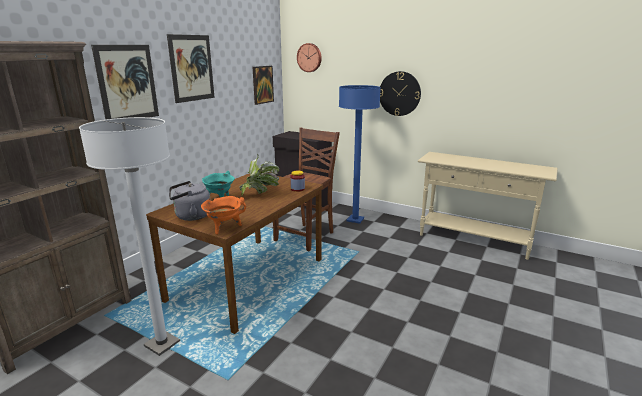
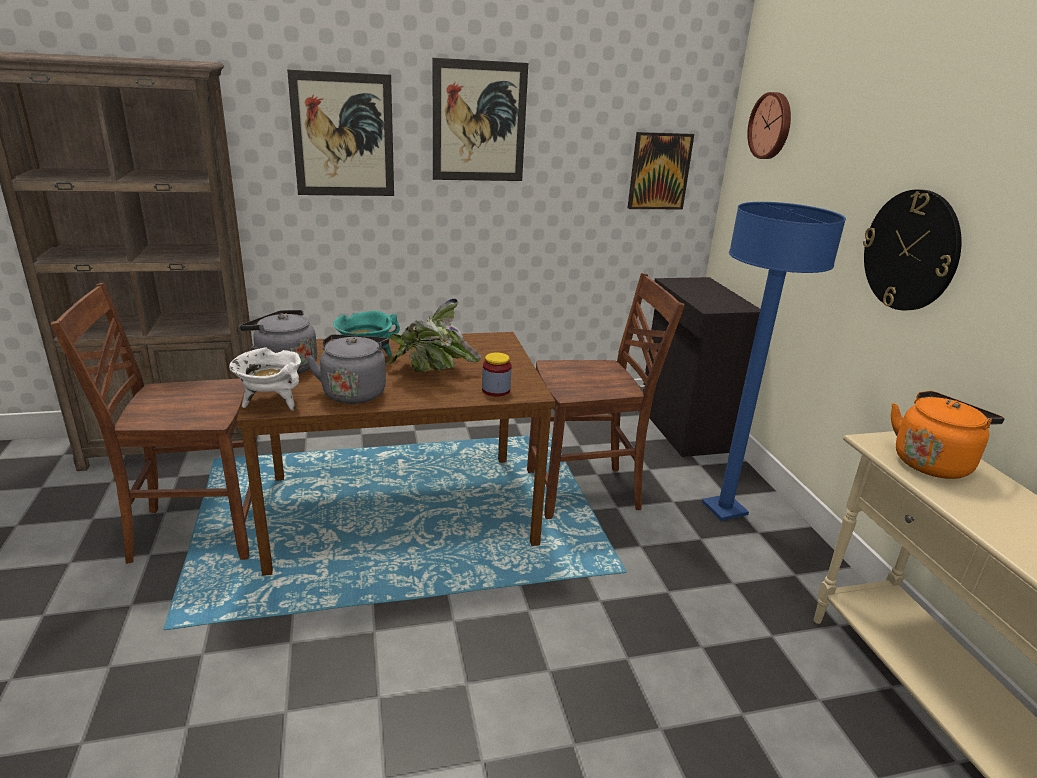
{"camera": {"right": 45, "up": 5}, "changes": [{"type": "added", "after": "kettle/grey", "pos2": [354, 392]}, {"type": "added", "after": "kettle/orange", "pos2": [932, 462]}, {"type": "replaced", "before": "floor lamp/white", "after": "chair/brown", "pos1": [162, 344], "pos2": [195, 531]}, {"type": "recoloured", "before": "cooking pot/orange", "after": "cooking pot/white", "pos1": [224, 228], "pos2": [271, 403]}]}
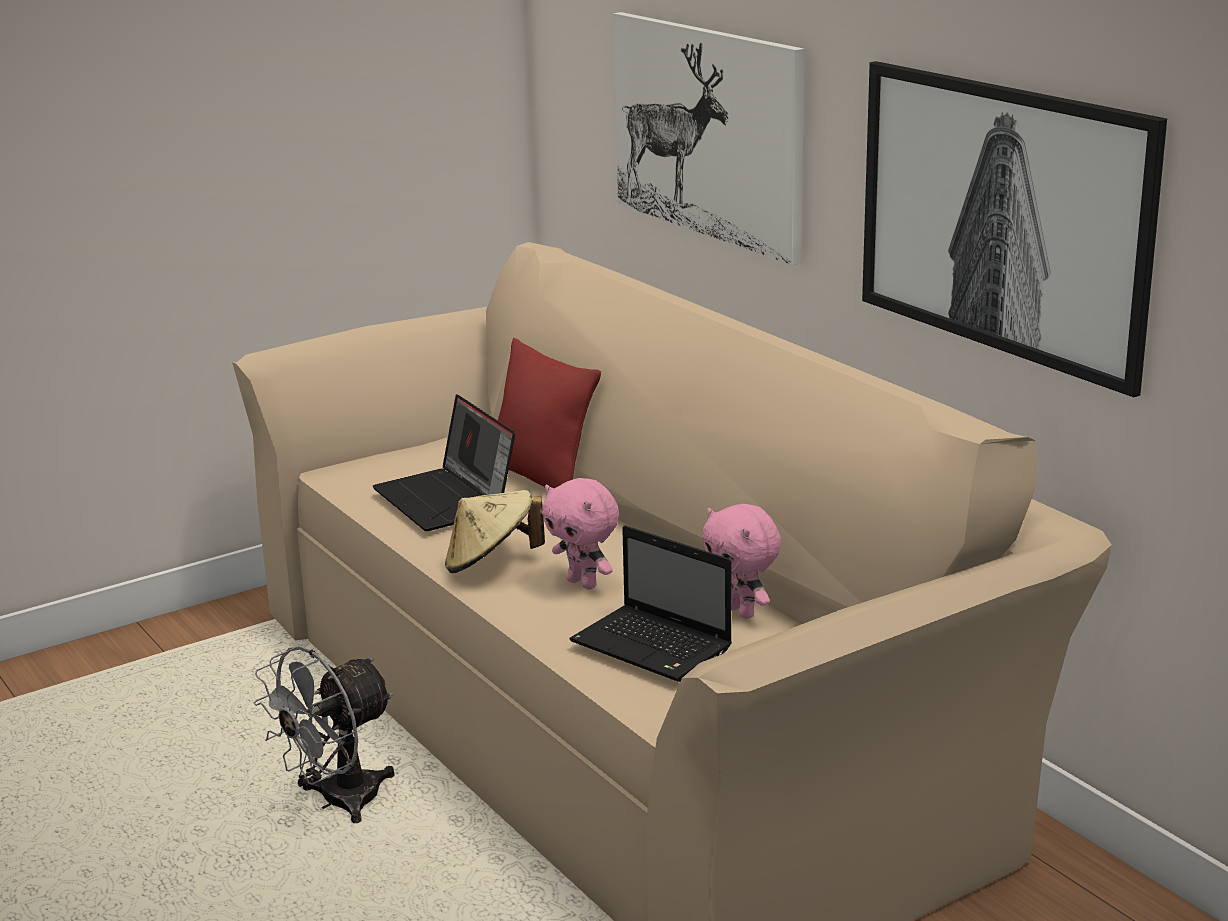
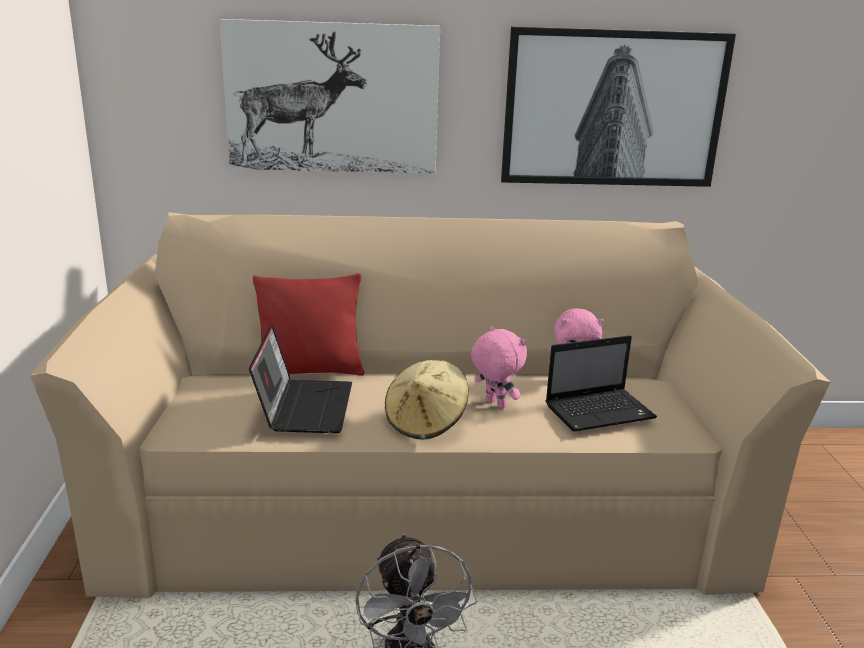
{"camera": {"right": -60, "up": 0}, "changes": [{"type": "turned", "before": "laptop", "pos1": [447, 500], "pos2": [304, 406], "turn": -90}, {"type": "turned", "before": "plush toy/pink", "pos1": [583, 583], "pos2": [494, 404], "turn": -120}]}
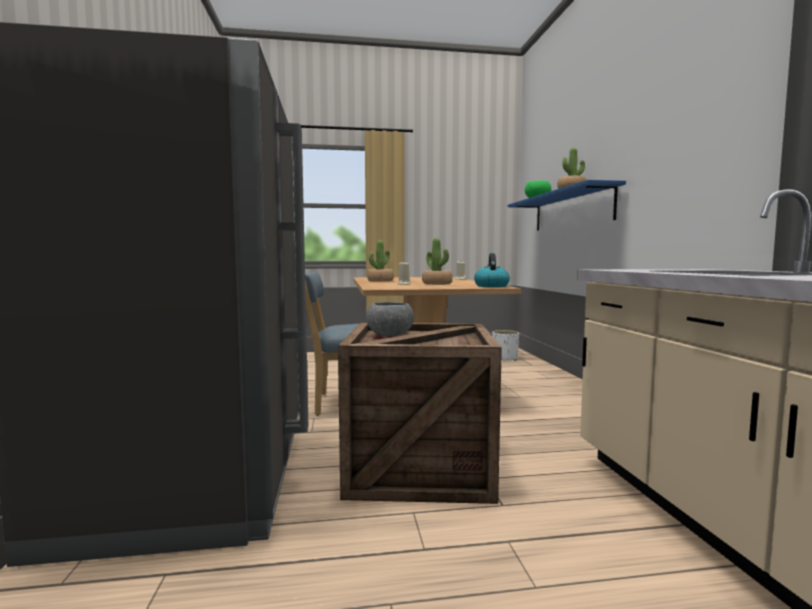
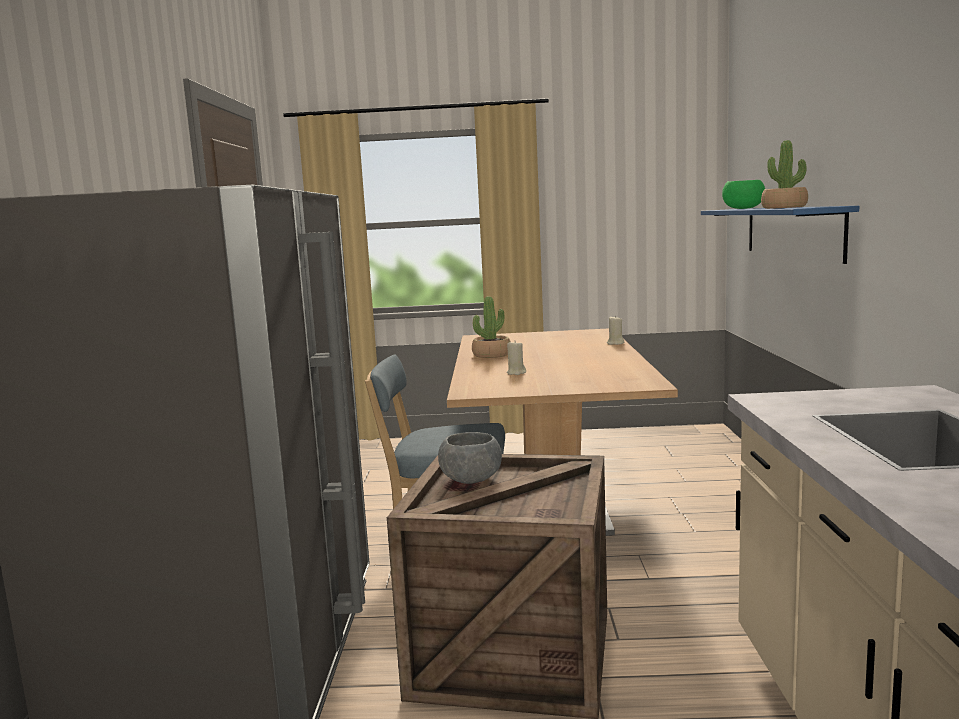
{"camera": {"right": 10, "up": 5}, "changes": [{"type": "removed", "before": "potted plant", "pos1": [437, 284]}, {"type": "removed", "before": "kettle", "pos1": [491, 286]}, {"type": "removed", "before": "planter/white", "pos1": [504, 359]}]}
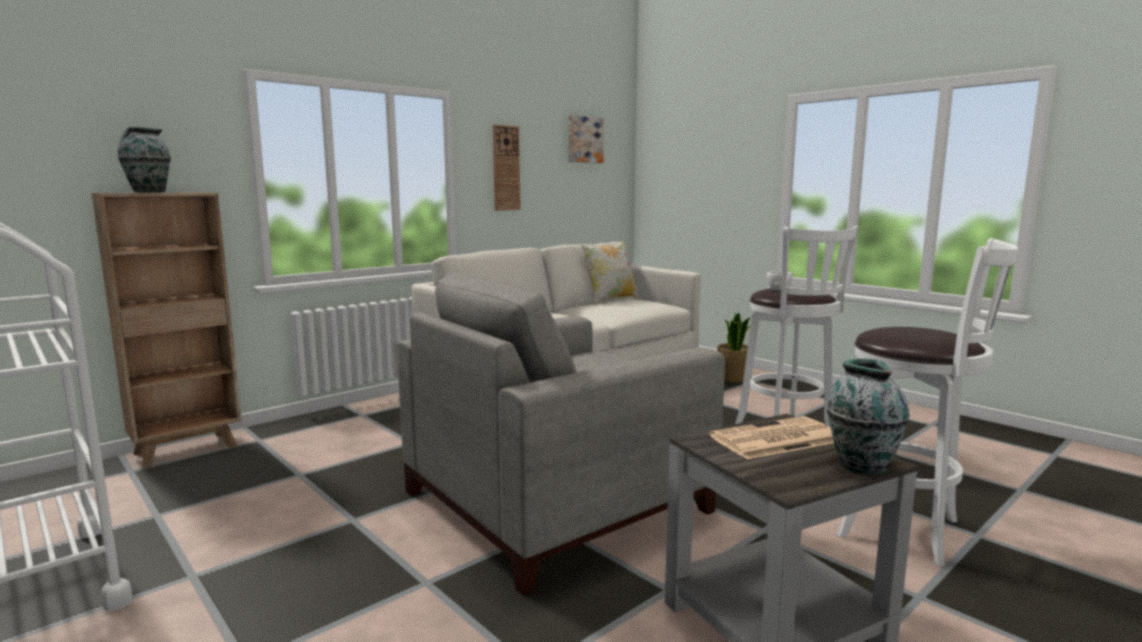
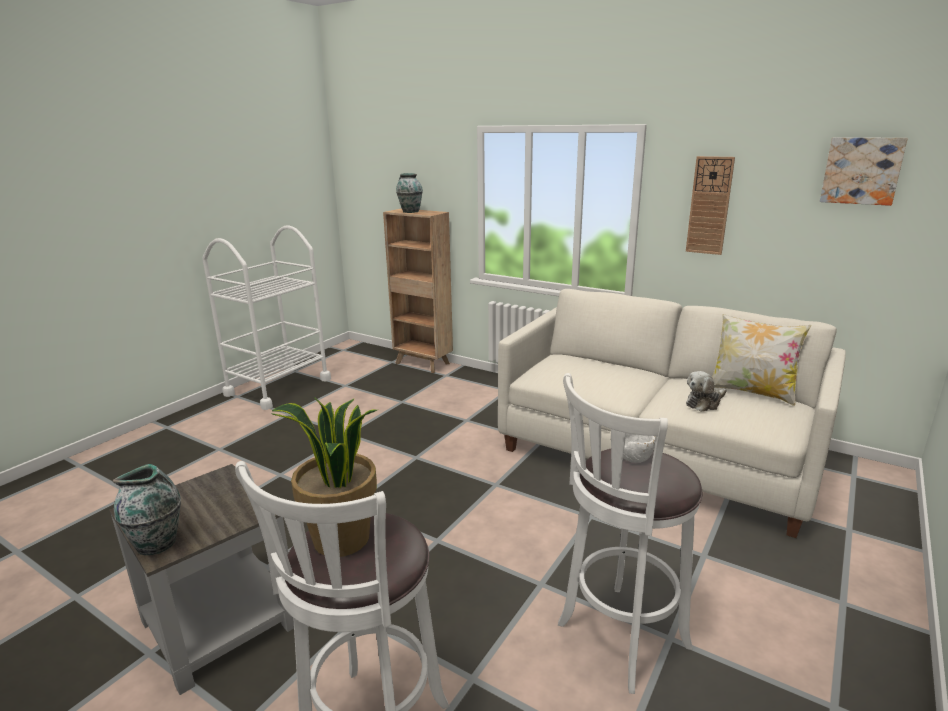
{"camera": {"right": 75, "up": 10}, "changes": [{"type": "removed", "before": "armchair/grey", "pos1": [557, 499]}, {"type": "removed", "before": "newspaper", "pos1": [775, 439]}, {"type": "added", "after": "plush toy", "pos2": [704, 403]}, {"type": "moved", "before": "potted plant", "pos1": [734, 379], "pos2": [341, 540]}]}
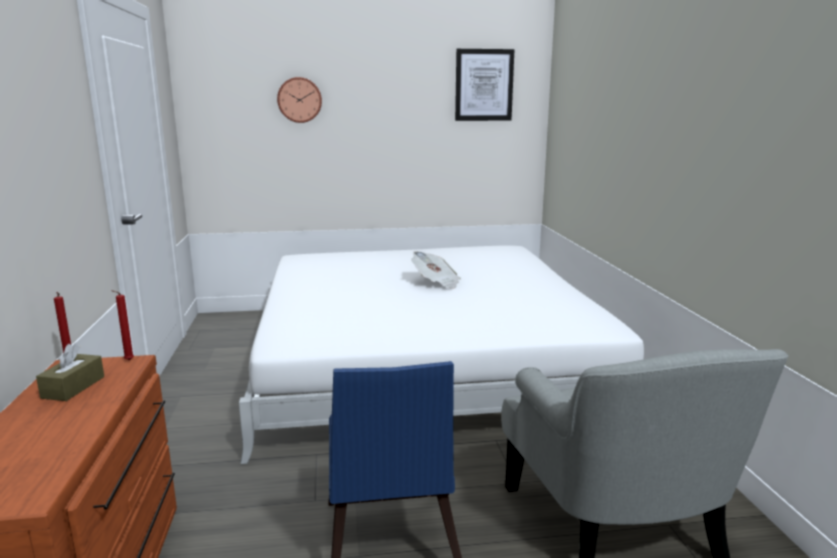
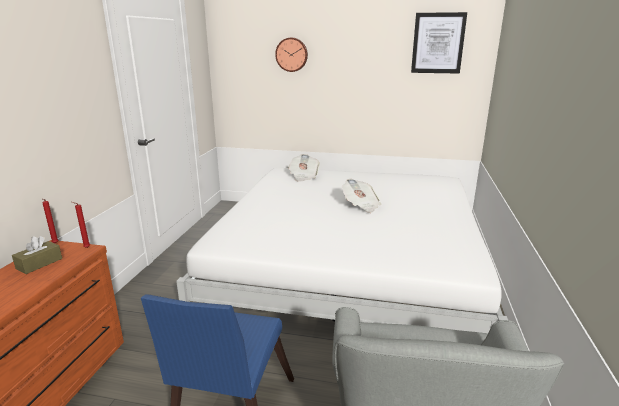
{"camera": {"right": 20, "up": 5}, "changes": [{"type": "added", "after": "newspaper", "pos2": [303, 176]}]}
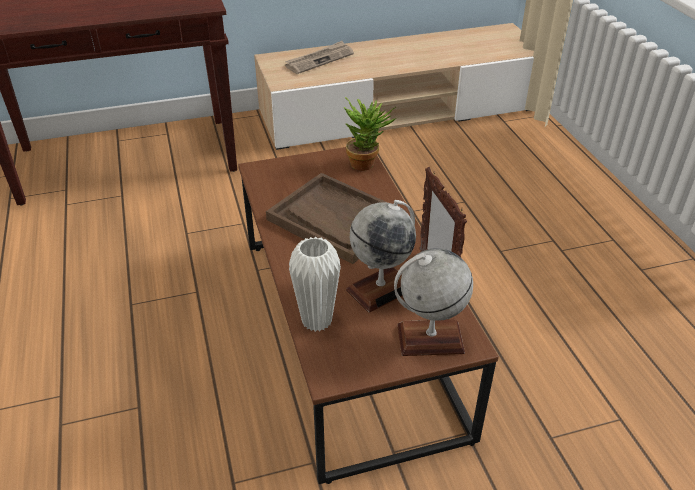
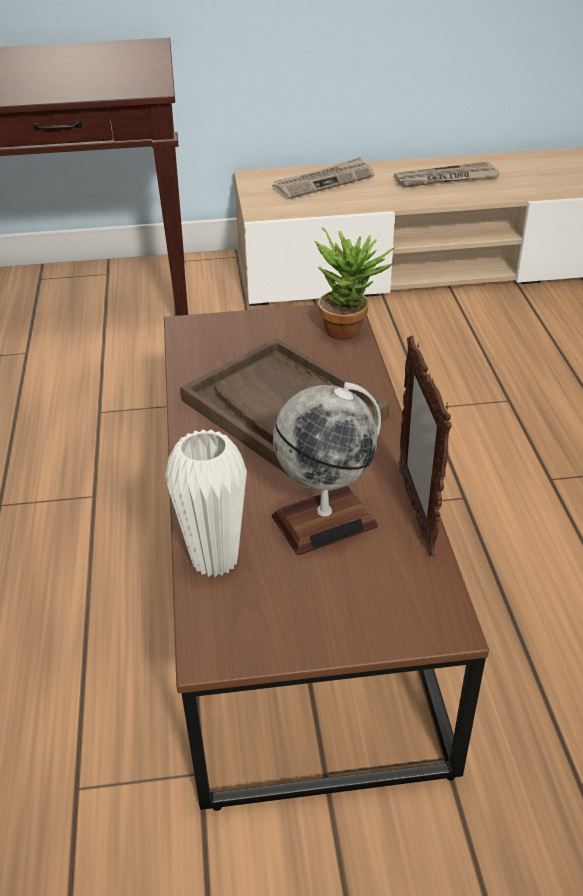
{"camera": {"right": 10, "up": 0}, "changes": [{"type": "removed", "before": "globe", "pos1": [430, 339]}, {"type": "added", "after": "newspaper", "pos2": [445, 179]}]}
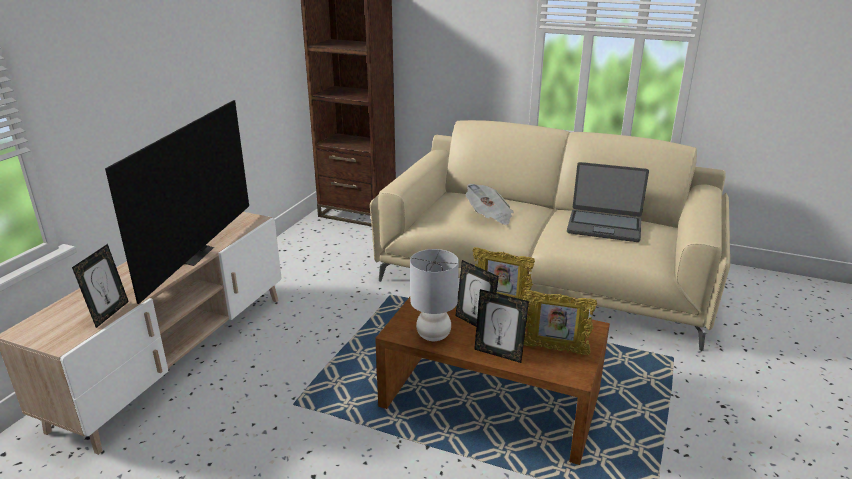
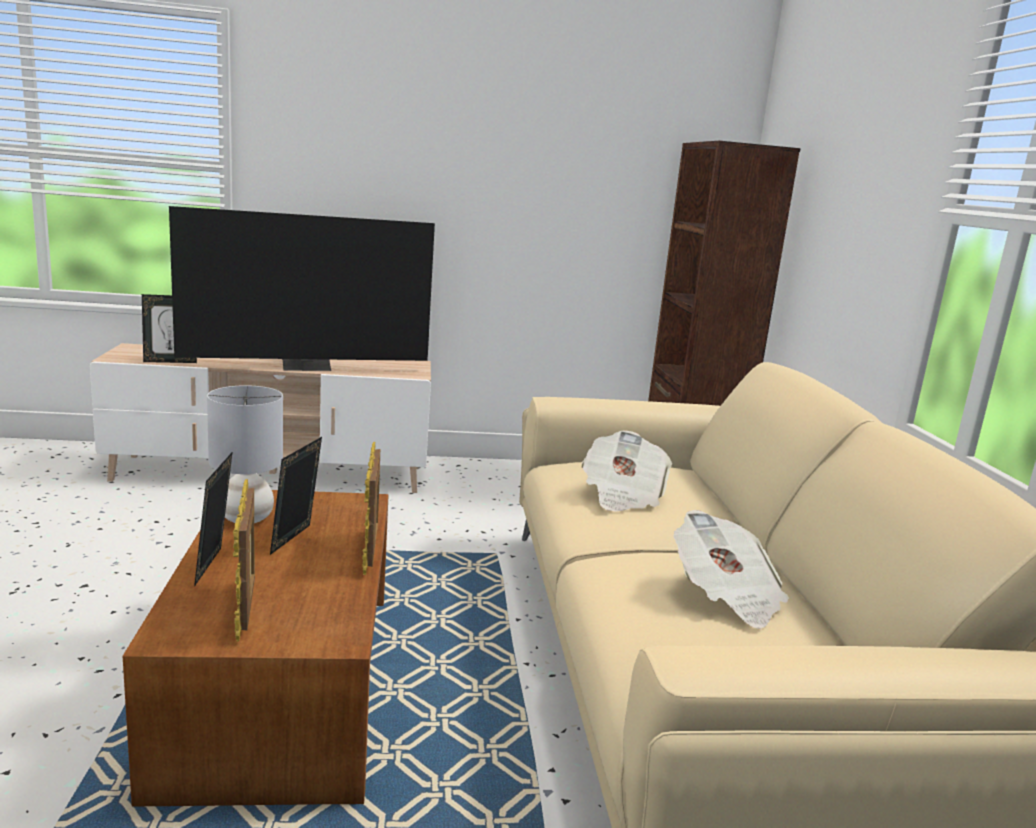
{"camera": {"right": 60, "up": -10}, "changes": [{"type": "replaced", "before": "laptop", "after": "newspaper", "pos1": [604, 226], "pos2": [726, 596]}]}
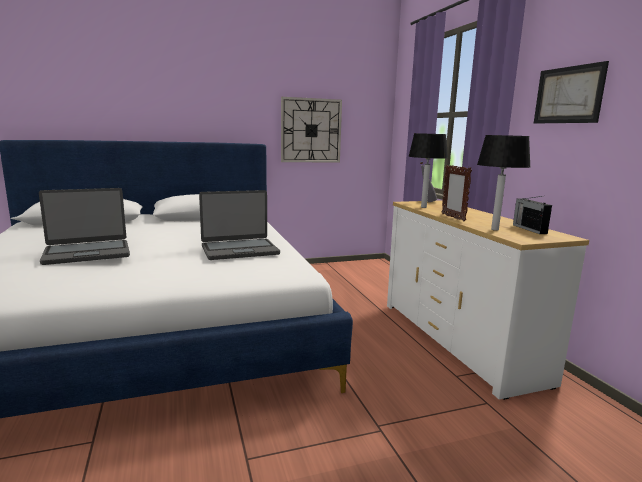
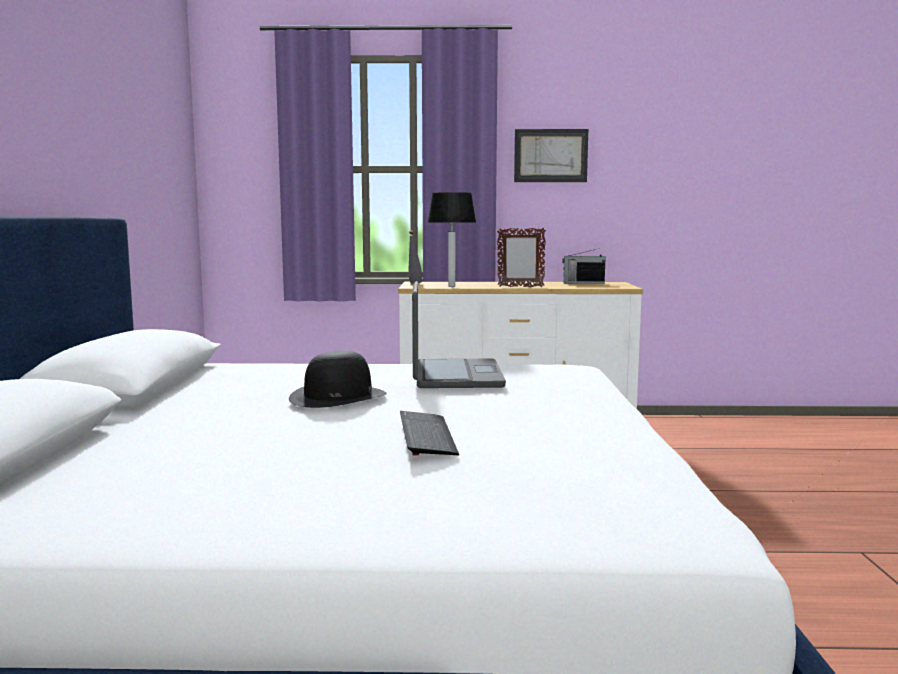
{"camera": {"right": -70, "up": -5}, "changes": [{"type": "removed", "before": "wall clock", "pos1": [311, 130]}, {"type": "removed", "before": "table lamp", "pos1": [494, 229]}, {"type": "added", "after": "hat/black", "pos2": [338, 396]}, {"type": "replaced", "before": "laptop", "after": "keyboard", "pos1": [87, 253], "pos2": [427, 435]}]}
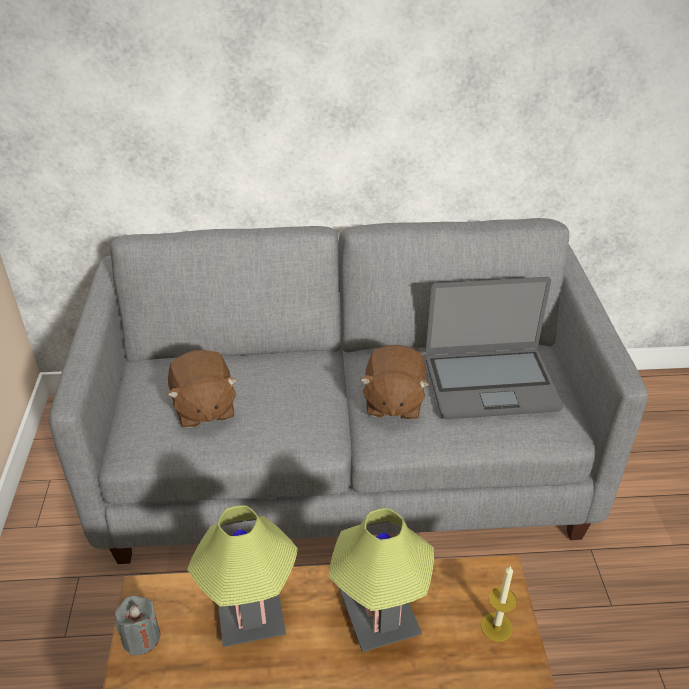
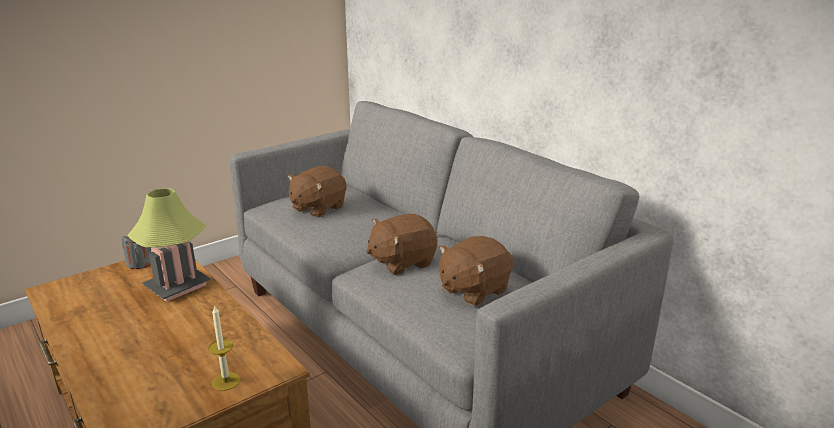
{"camera": {"right": 55, "up": -15}, "changes": [{"type": "removed", "before": "table lamp", "pos1": [379, 615]}, {"type": "replaced", "before": "laptop", "after": "plush toy/brown", "pos1": [490, 383], "pos2": [473, 290]}]}
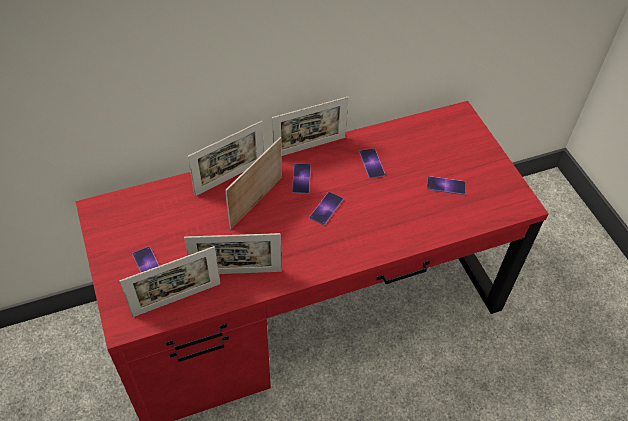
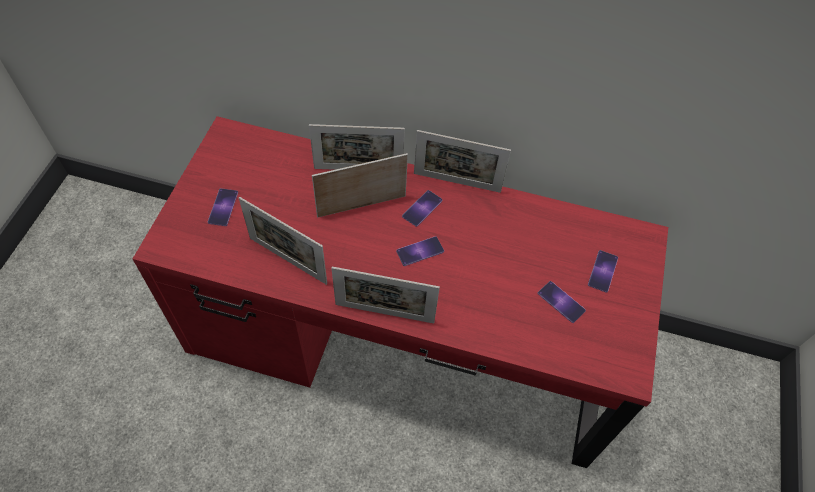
{"camera": {"right": 35, "up": 5}, "changes": [{"type": "moved", "before": "picture frame", "pos1": [177, 299], "pos2": [384, 313]}, {"type": "moved", "before": "phone", "pos1": [371, 163], "pos2": [603, 271]}]}
